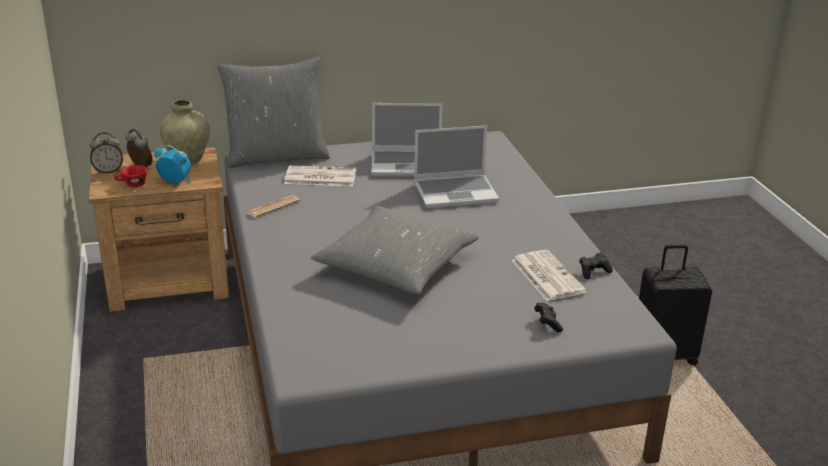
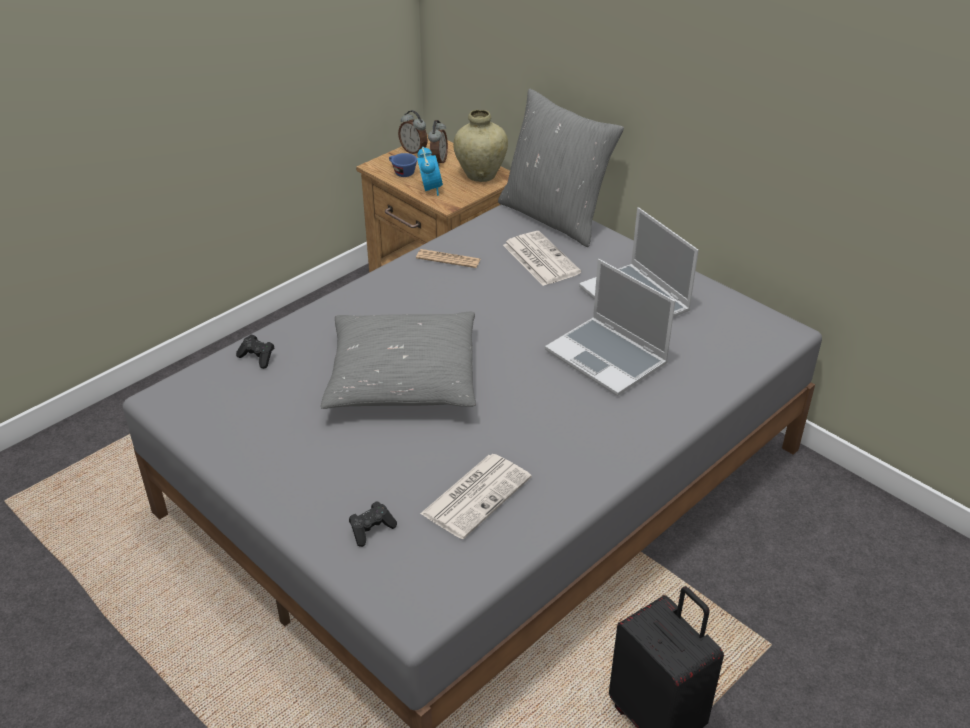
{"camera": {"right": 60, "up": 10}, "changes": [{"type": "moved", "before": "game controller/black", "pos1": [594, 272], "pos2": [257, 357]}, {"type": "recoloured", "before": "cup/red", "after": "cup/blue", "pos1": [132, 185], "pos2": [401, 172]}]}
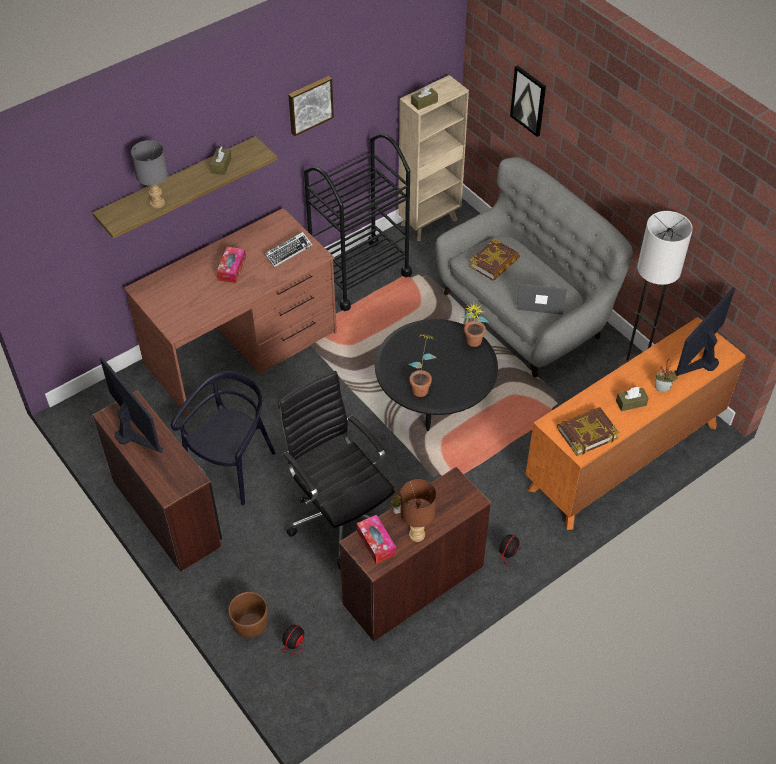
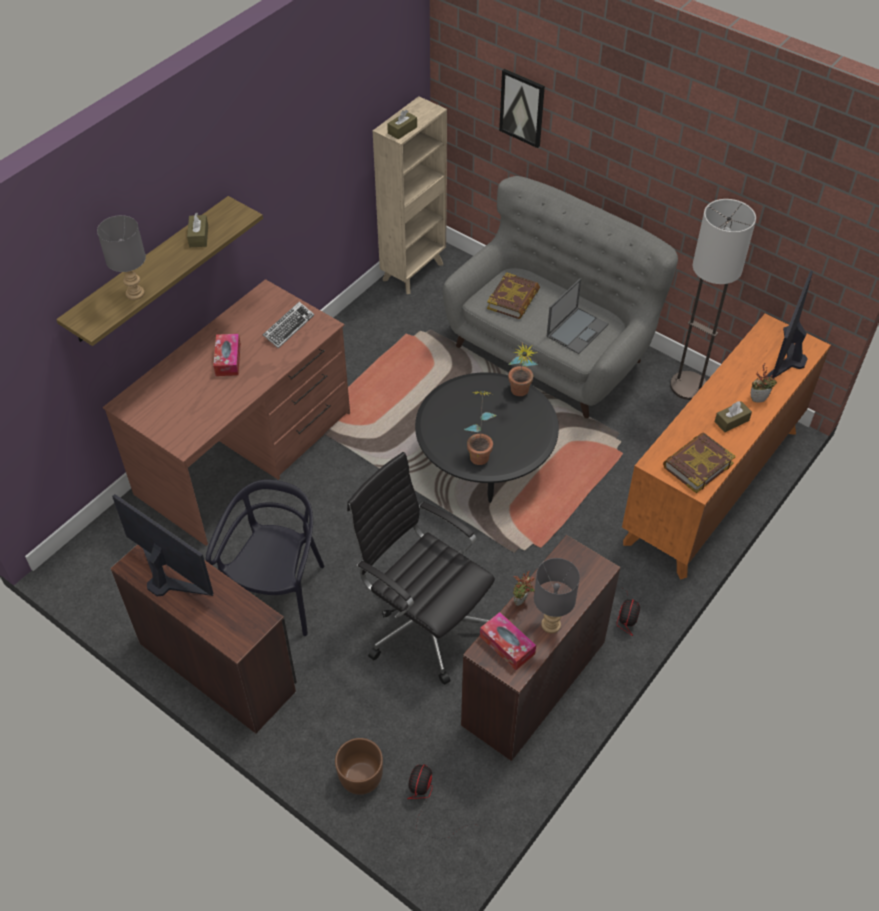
{"camera": {"right": -15, "up": 0}, "changes": [{"type": "removed", "before": "picture", "pos1": [309, 104]}, {"type": "removed", "before": "cart/black", "pos1": [359, 274]}, {"type": "recoloured", "before": "table lamp/brown", "after": "table lamp/grey", "pos1": [417, 534], "pos2": [550, 624]}, {"type": "turned", "before": "laptop", "pos1": [540, 300], "pos2": [577, 330], "turn": 135}]}
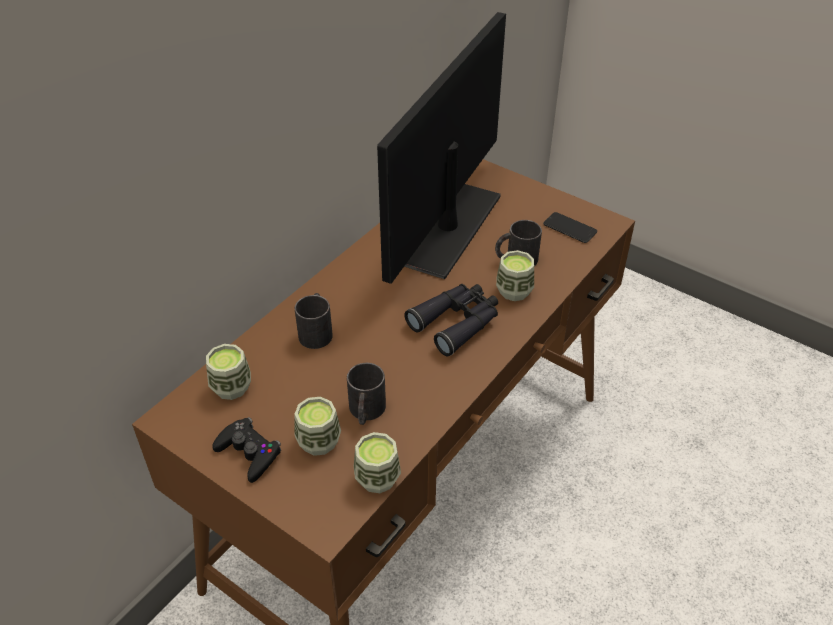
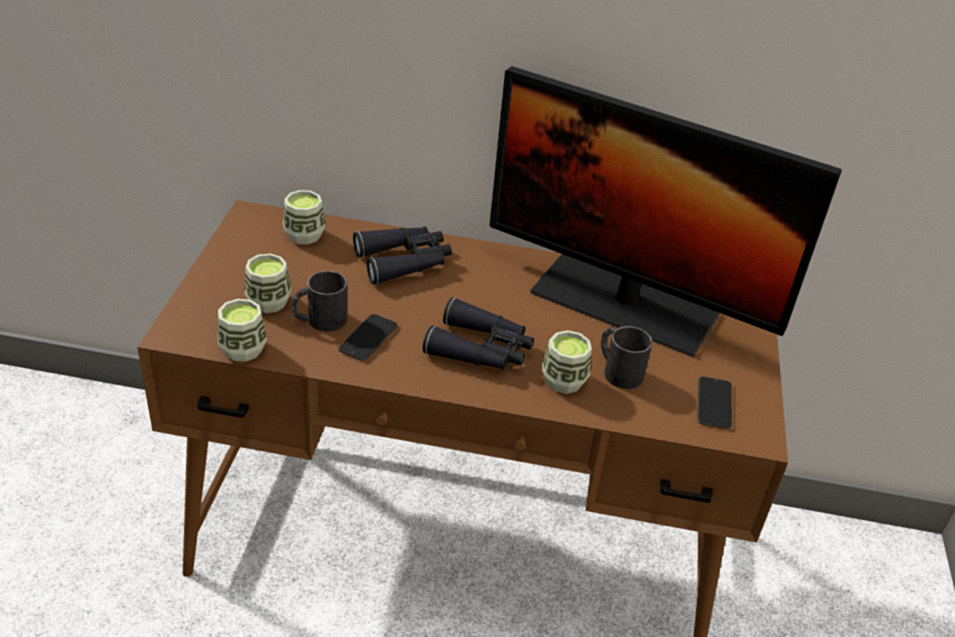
{"camera": {"right": 60, "up": -5}, "changes": [{"type": "removed", "before": "game controller/black", "pos1": [249, 453]}, {"type": "added", "after": "phone", "pos2": [368, 338]}, {"type": "replaced", "before": "mug/black", "after": "binoculars/black", "pos1": [316, 331], "pos2": [404, 261]}, {"type": "turned", "before": "monitor", "pos1": [444, 227], "pos2": [624, 303], "turn": -150}]}
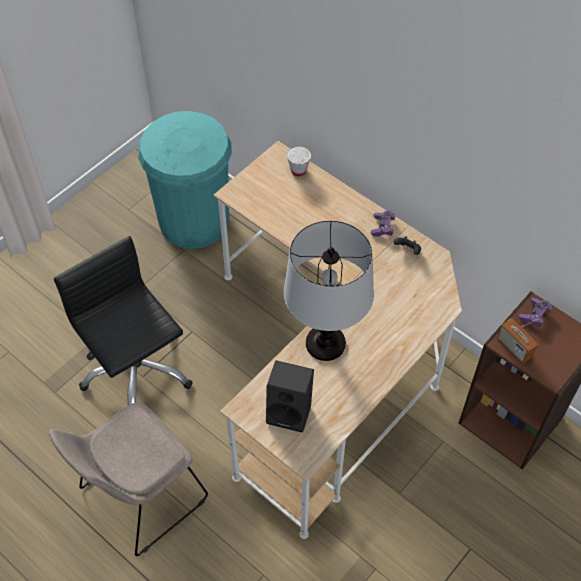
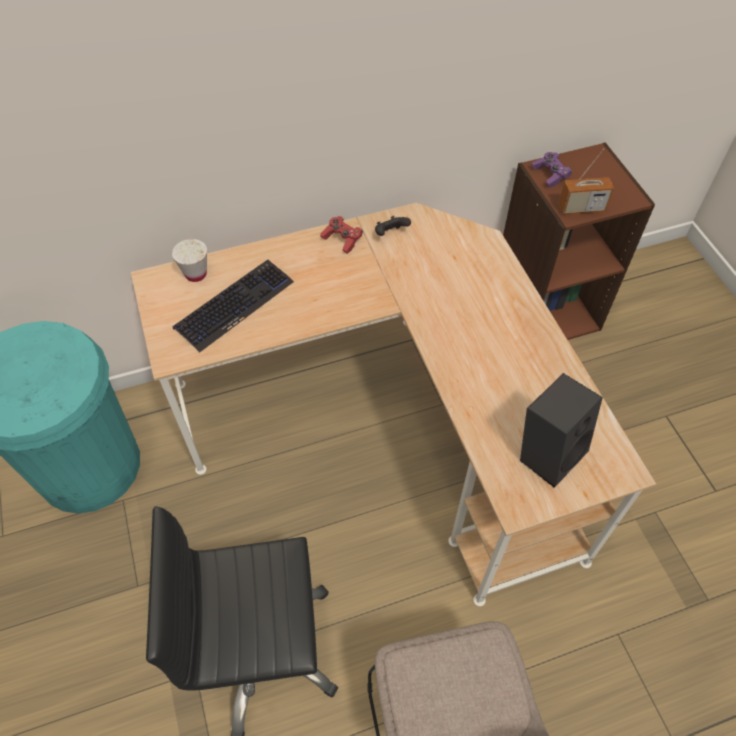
{"camera": {"right": -60, "up": 0}, "changes": [{"type": "removed", "before": "table lamp", "pos1": [325, 344]}, {"type": "added", "after": "keyboard", "pos2": [234, 305]}, {"type": "recoloured", "before": "game controller/purple", "after": "game controller/red", "pos1": [382, 227], "pos2": [342, 239]}]}
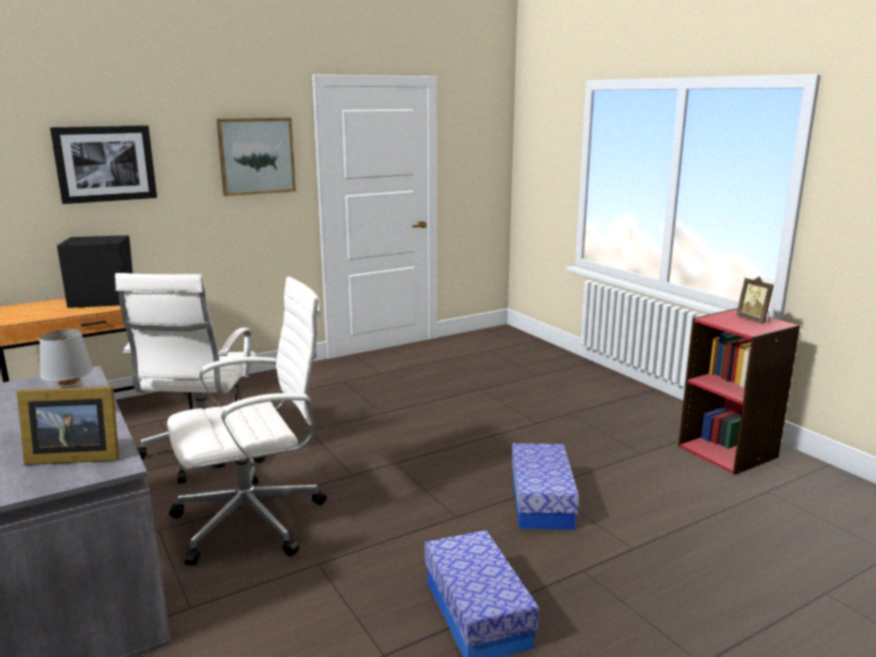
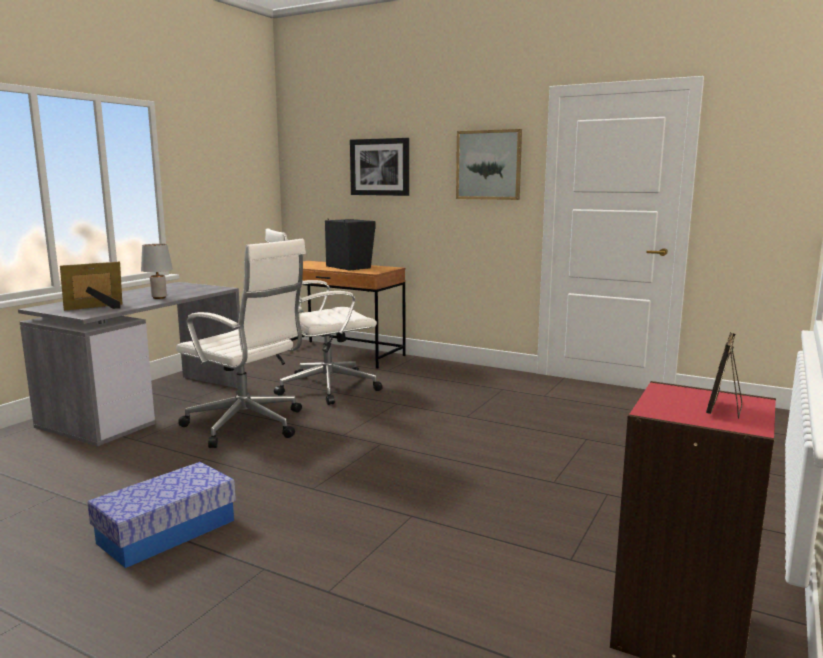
{"camera": {"right": 60, "up": -5}, "changes": [{"type": "removed", "before": "storage box", "pos1": [541, 501]}, {"type": "turned", "before": "picture frame", "pos1": [73, 457], "pos2": [97, 308], "turn": 90}]}
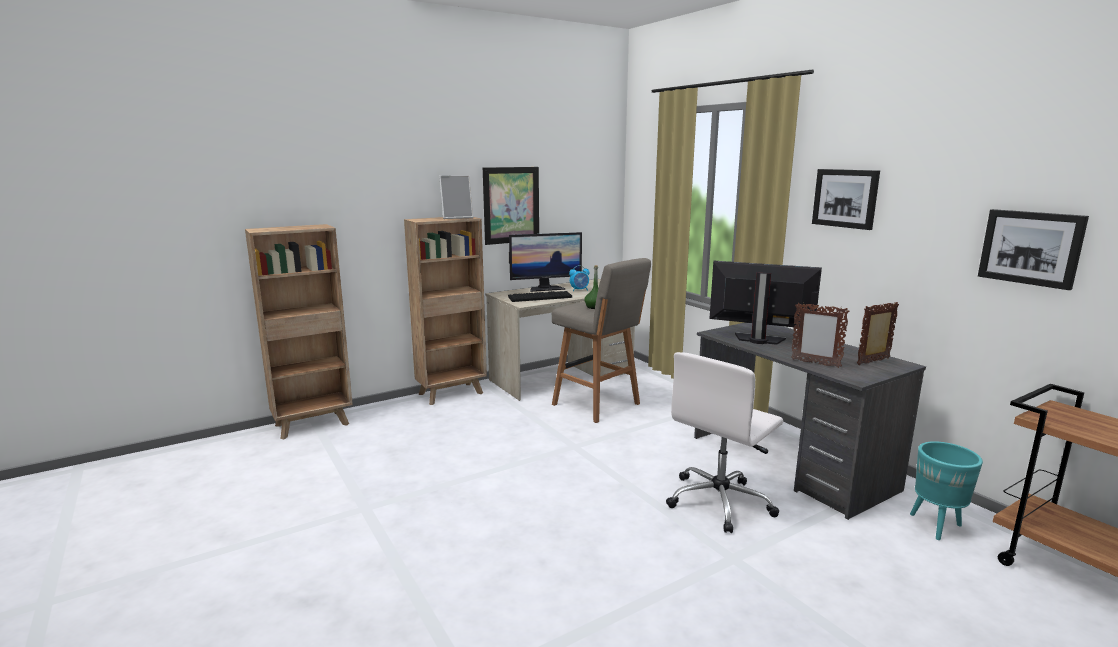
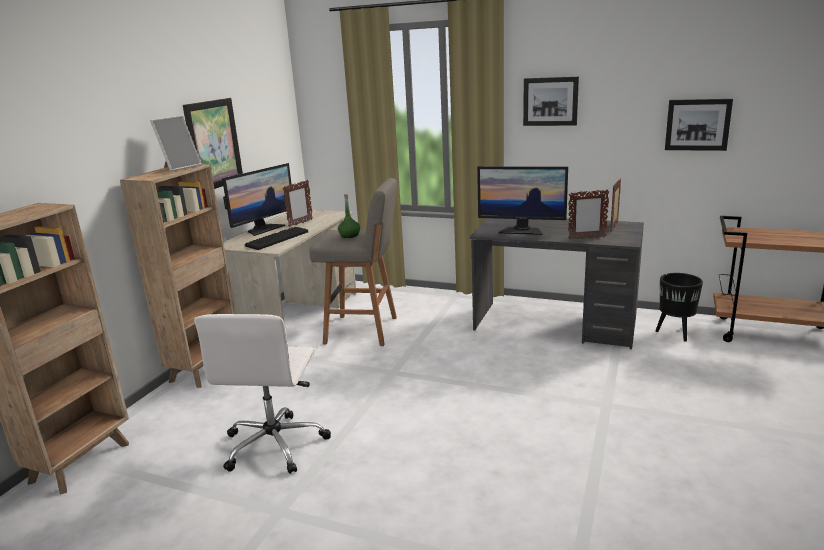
{"camera": {"right": -35, "up": 5}, "changes": [{"type": "moved", "before": "office chair/white", "pos1": [720, 502], "pos2": [275, 444]}, {"type": "replaced", "before": "alarm clock", "after": "picture frame", "pos1": [579, 290], "pos2": [300, 223]}, {"type": "recoloured", "before": "planter/turquoise", "after": "planter/black", "pos1": [937, 527], "pos2": [676, 333]}, {"type": "turned", "before": "monitor", "pos1": [758, 340], "pos2": [521, 230], "turn": -150}]}
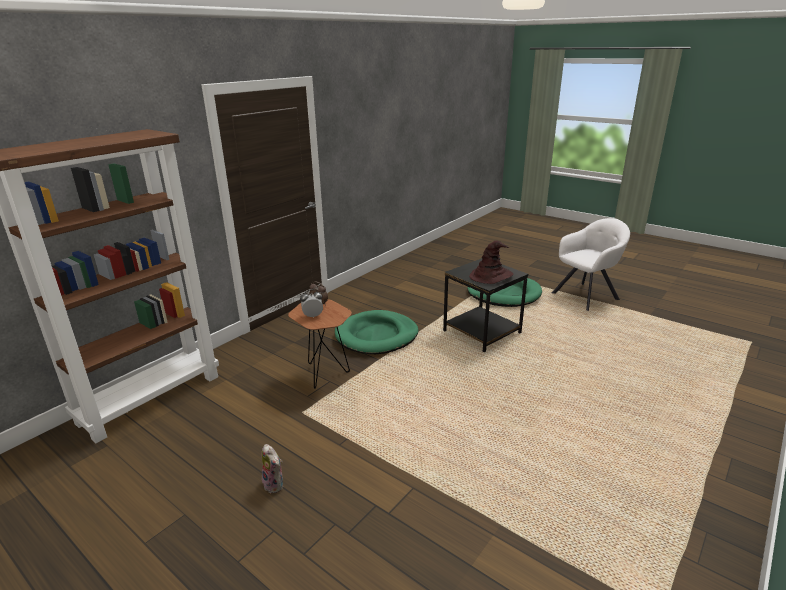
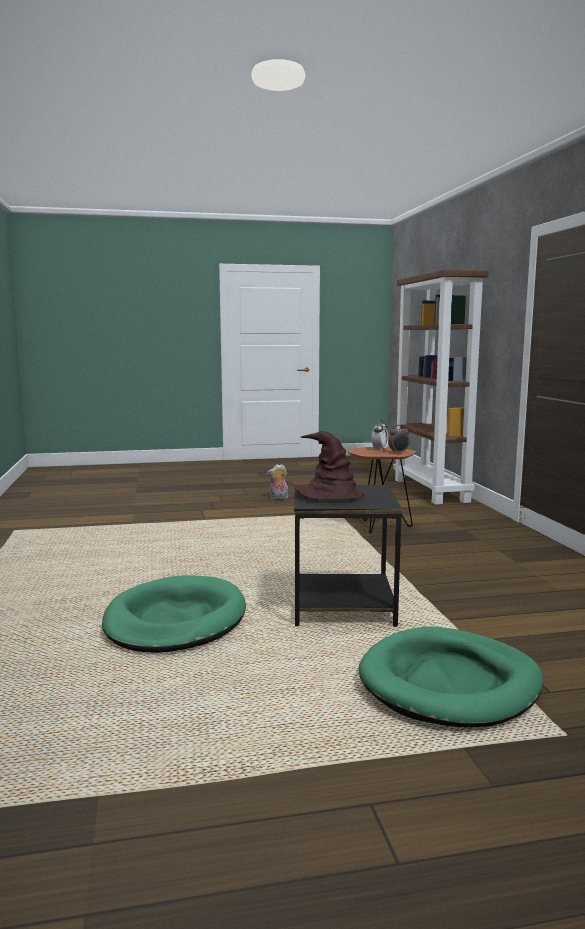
{"camera": {"right": 130, "up": -15}, "changes": [{"type": "removed", "before": "armchair/white", "pos1": [586, 295]}, {"type": "moved", "before": "dog bed/green", "pos1": [377, 336], "pos2": [175, 620]}]}
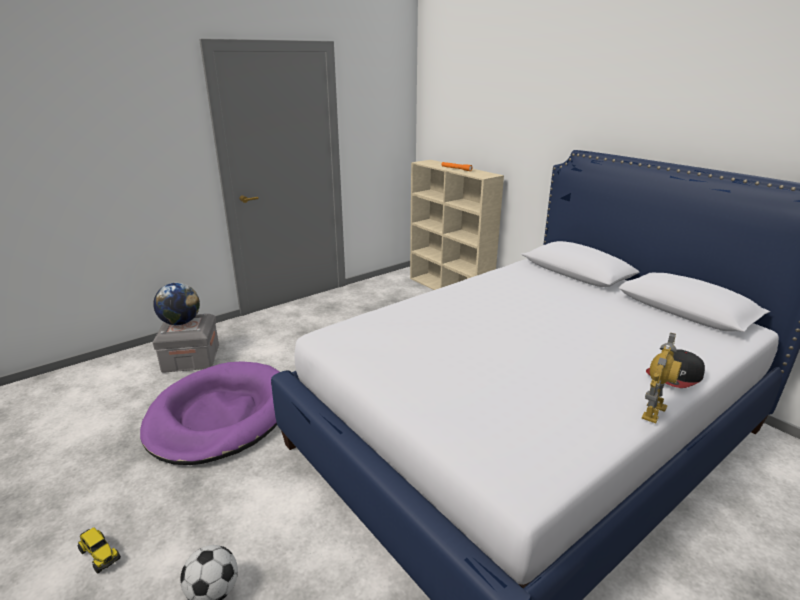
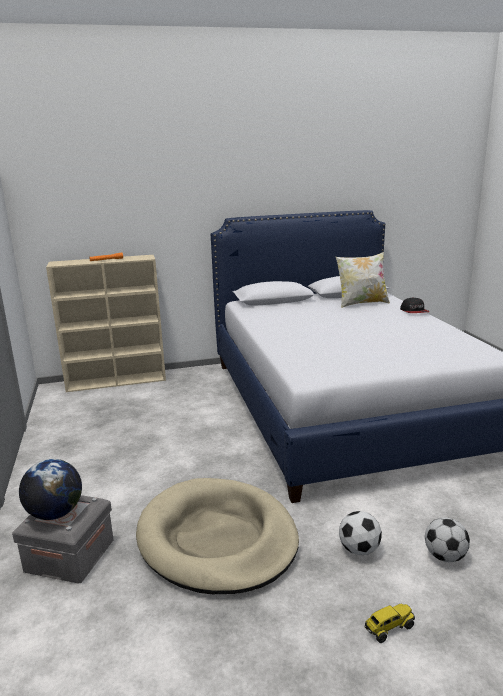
{"camera": {"right": -65, "up": -5}, "changes": [{"type": "removed", "before": "toy robot", "pos1": [653, 411]}, {"type": "added", "after": "pillow", "pos2": [361, 303]}, {"type": "added", "after": "football", "pos2": [359, 549]}, {"type": "recoloured", "before": "dog bed/purple", "after": "dog bed/beige", "pos1": [220, 416], "pos2": [217, 539]}]}
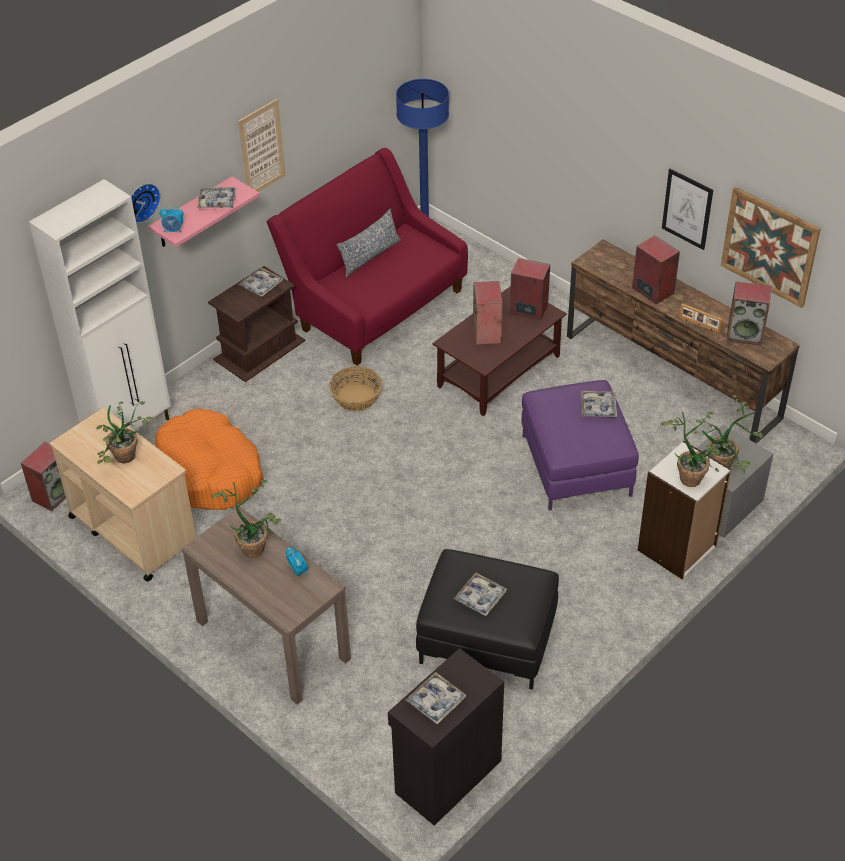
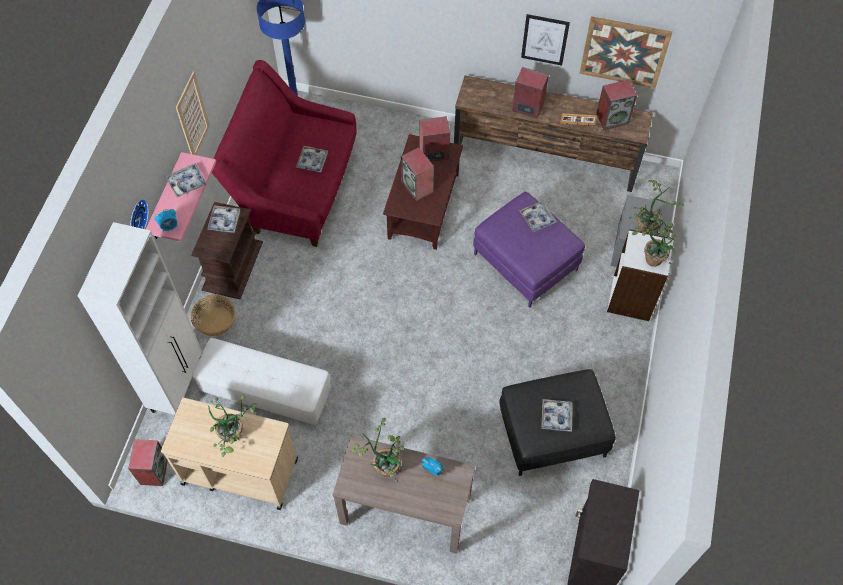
{"camera": {"right": -30, "up": 15}, "changes": [{"type": "removed", "before": "pillow", "pos1": [369, 256]}, {"type": "moved", "before": "basket", "pos1": [356, 397], "pos2": [215, 321]}, {"type": "moved", "before": "tray", "pos1": [436, 701], "pos2": [312, 161]}, {"type": "replaced", "before": "dog bed/orange", "after": "ottoman/white", "pos1": [210, 472], "pos2": [265, 391]}]}
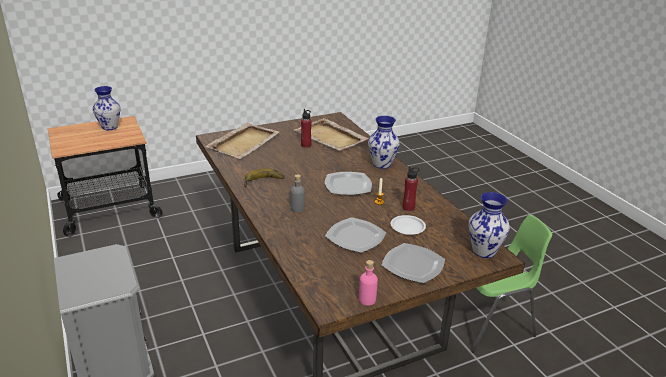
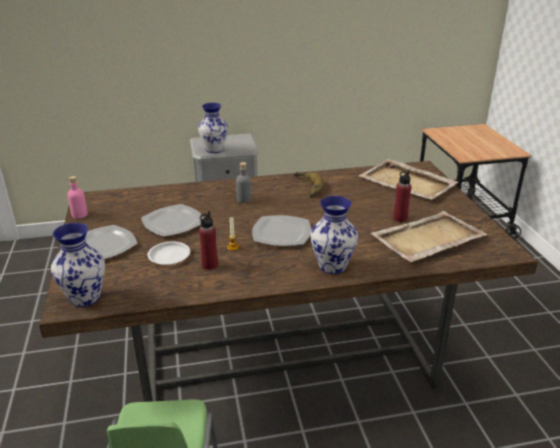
{"camera": {"right": 105, "up": 0}, "changes": [{"type": "moved", "before": "vase", "pos1": [109, 127], "pos2": [213, 150]}]}
